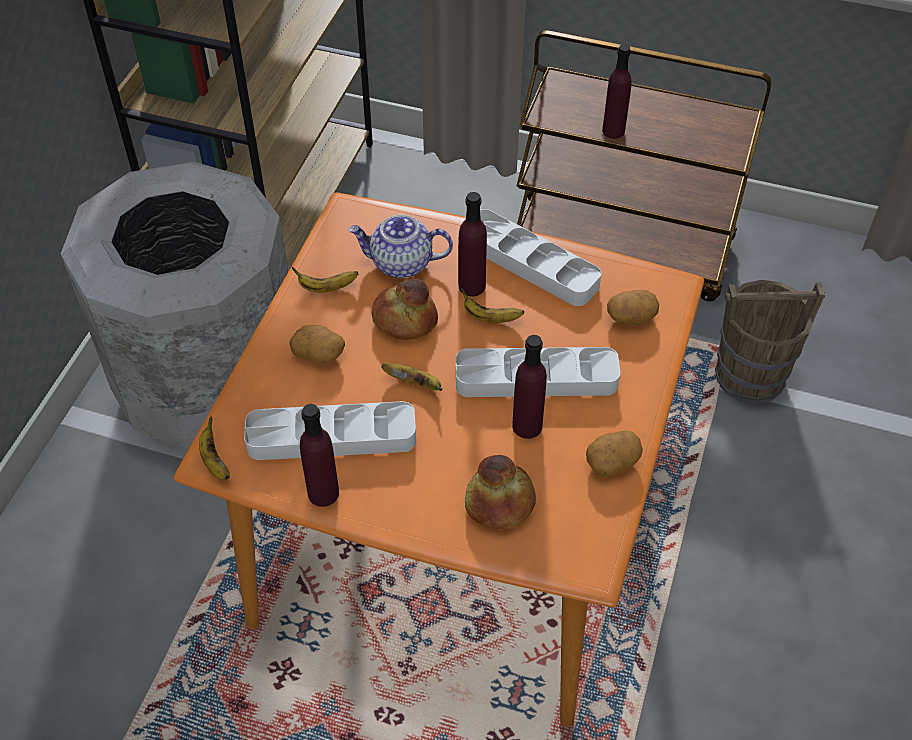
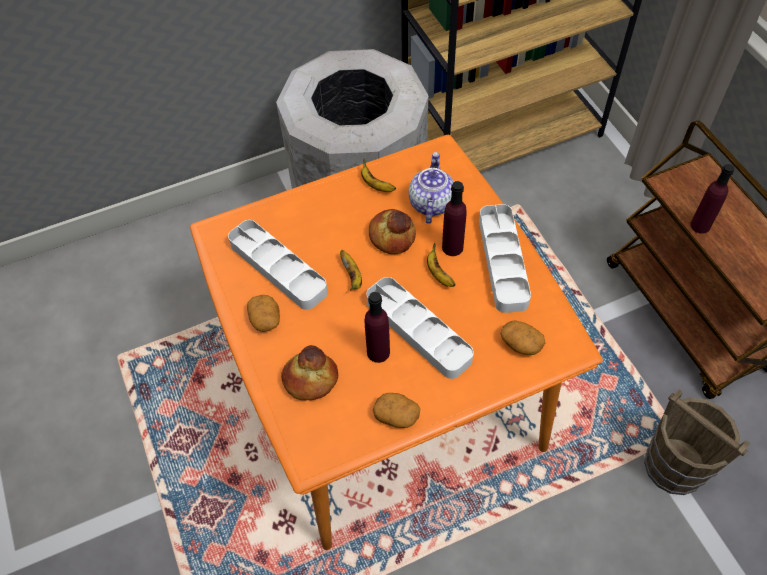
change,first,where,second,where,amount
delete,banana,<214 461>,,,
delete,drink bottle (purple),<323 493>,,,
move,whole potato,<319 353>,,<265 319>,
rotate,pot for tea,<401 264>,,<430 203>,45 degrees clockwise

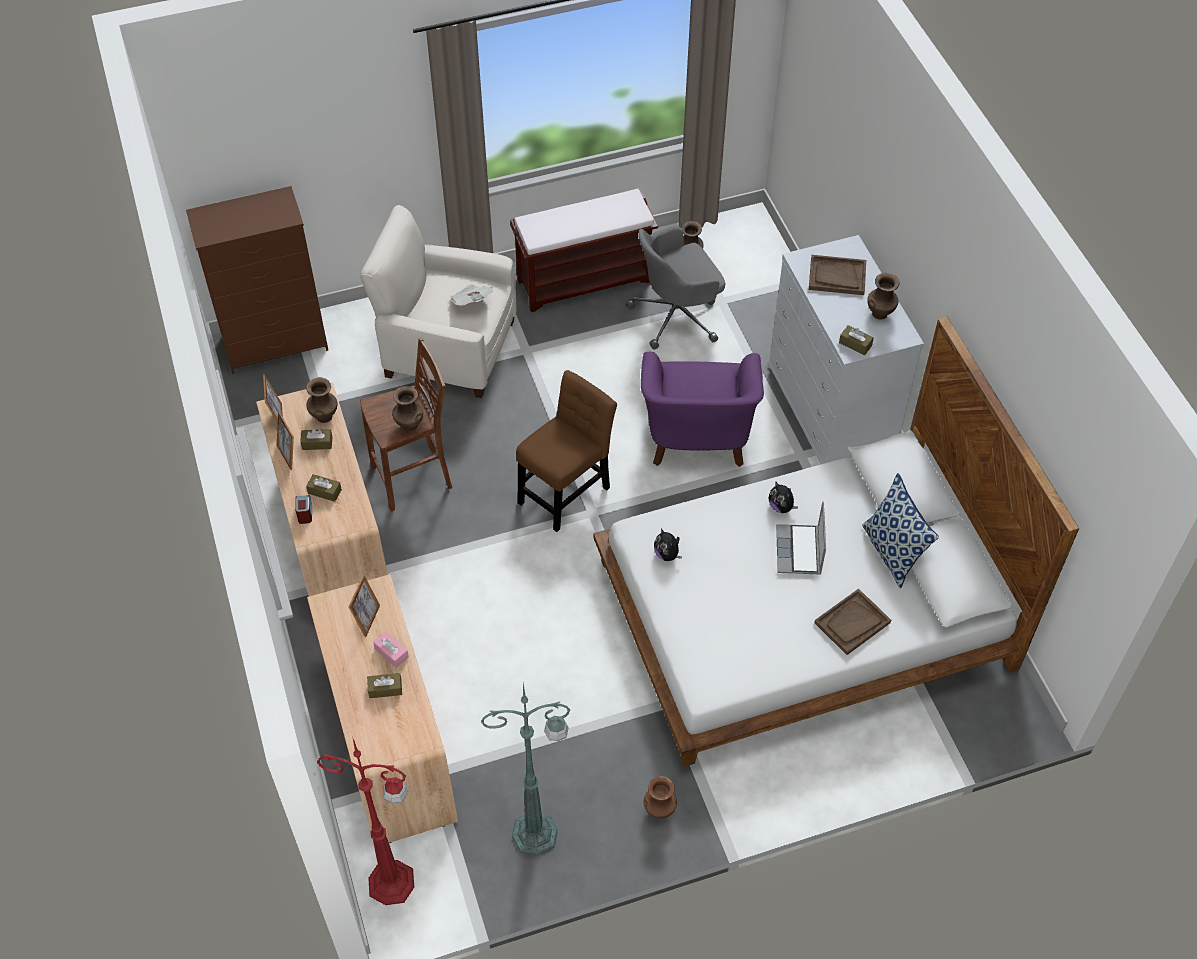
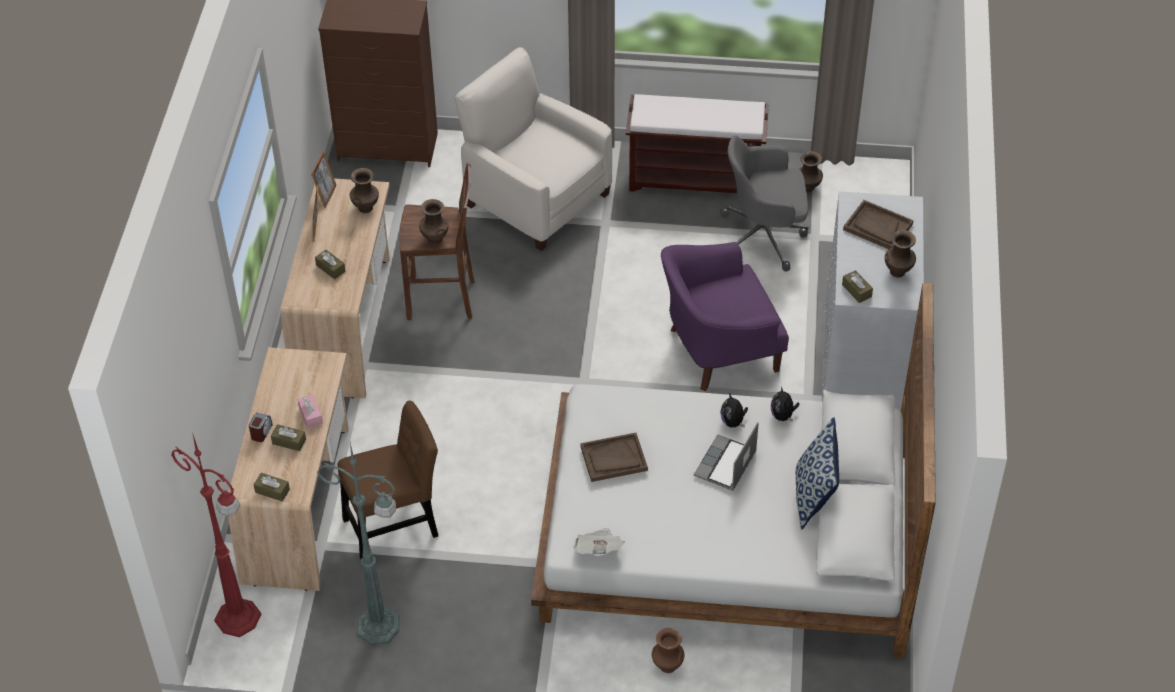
change,first,where,second,where,amount
delete,photo frame,<367 619>,,,
move,table clock,<305 513>,,<261 432>,
move,tissue box (brown),<317 443>,,<272 491>,
move,daily paper,<472 302>,,<599 550>,
move,upright chair (brown),<566 491>,,<395 524>,
move,flower vase (brown),<659 811>,,<667 666>,
move,plush toy,<667 554>,,<783 416>,
move,tray (brown),<852 623>,,<613 459>,
rotate,armchair (purple),<697 438>,,<718 350>,45 degrees clockwise

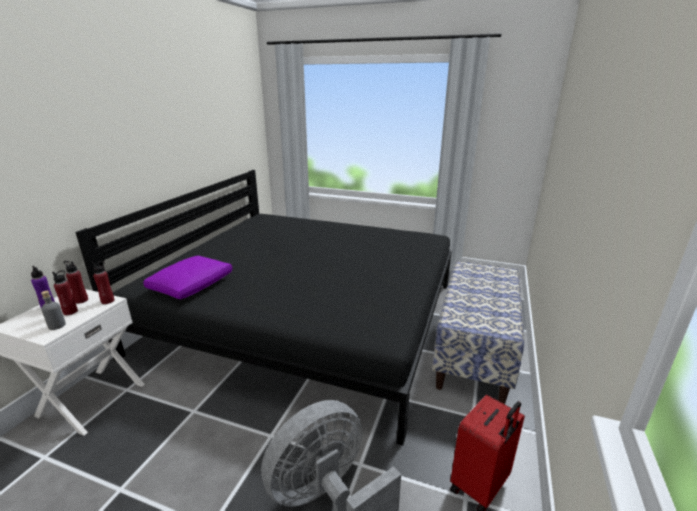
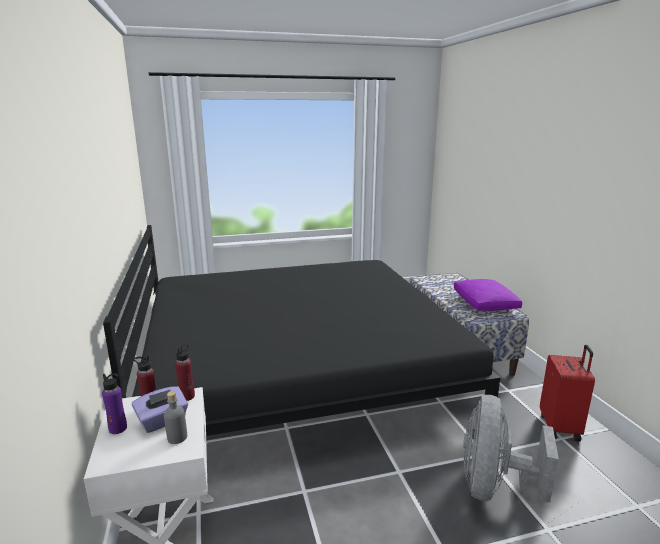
change,first,where,second,where,amount
move,pillow (purple),<192 285>,,<484 303>,
replace,drink bottle (red-coloured),<70 312>,tissue box (purple),<162 421>,

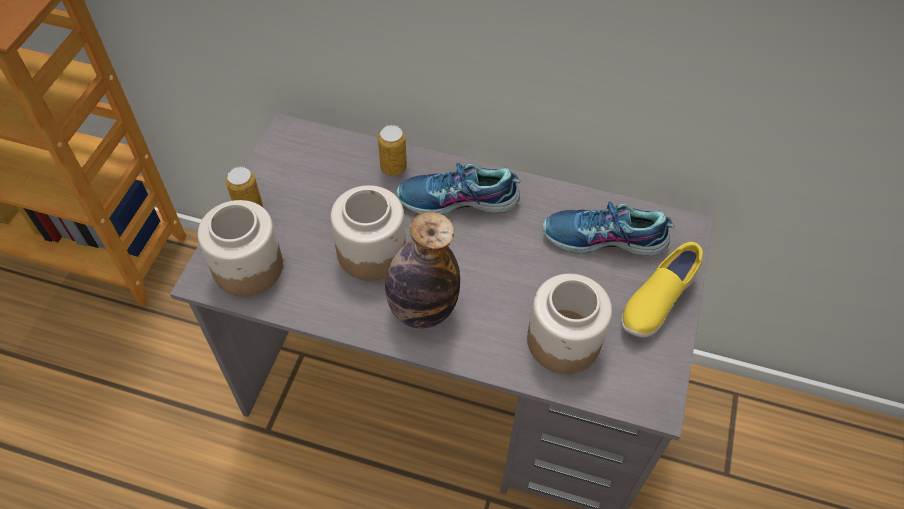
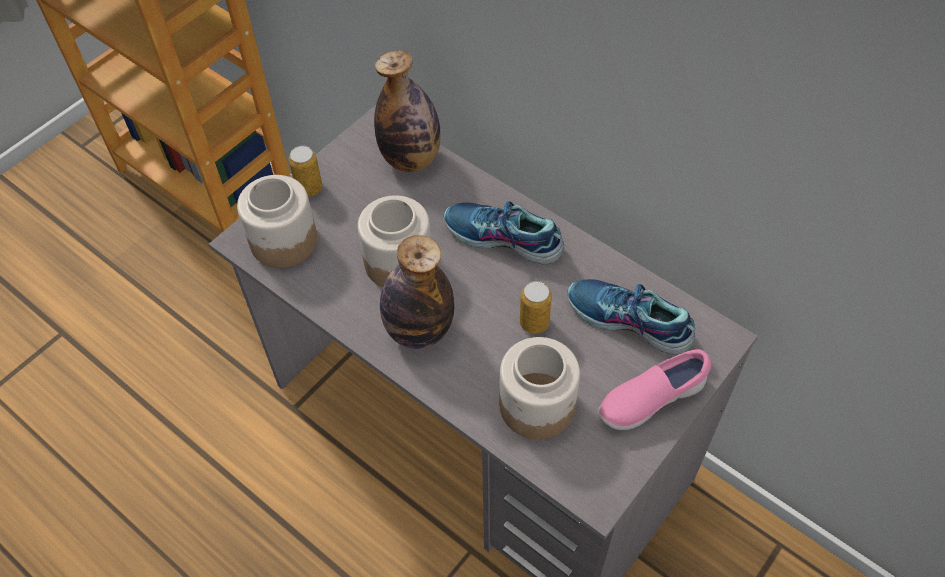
change,first,where,second,where,amount
insert,,,drink bottle,<411 159>,
move,sealed can,<393 167>,,<534 323>,
recolor,low shoe (yellowish),<656 301>,low shoe (pinkish),<650 399>,

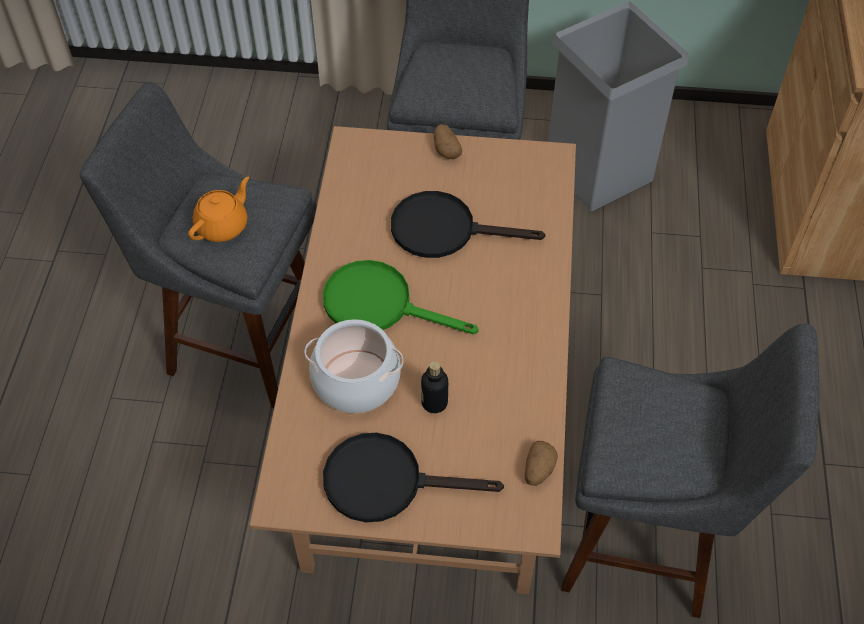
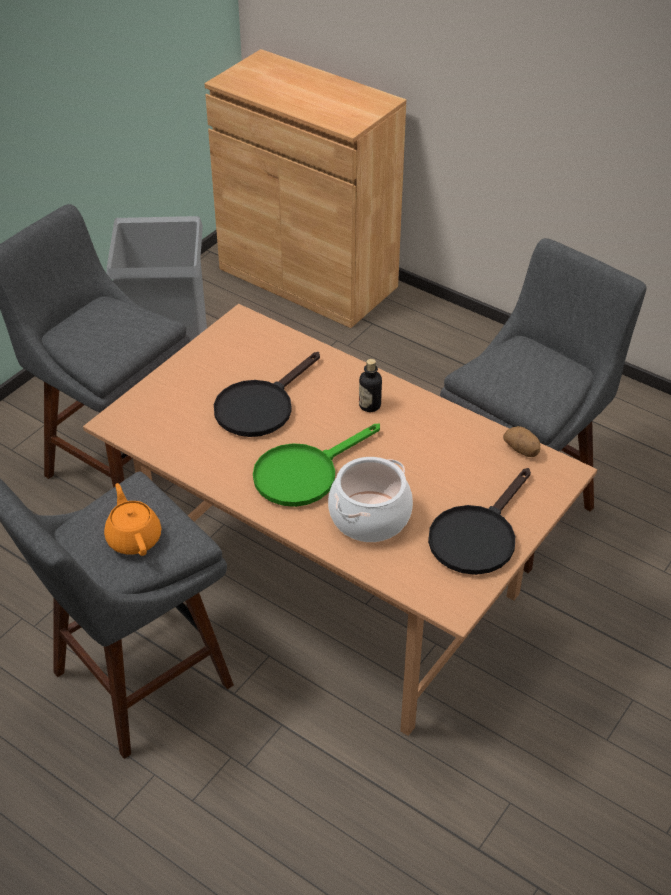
change,first,where,second,where,amount
delete,whole potato,<446 149>,,,
move,drink bottle,<434 403>,,<369 405>,

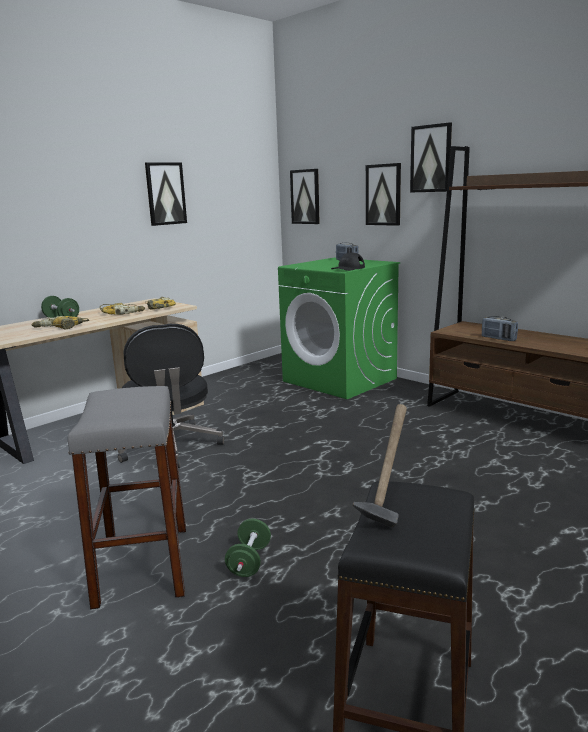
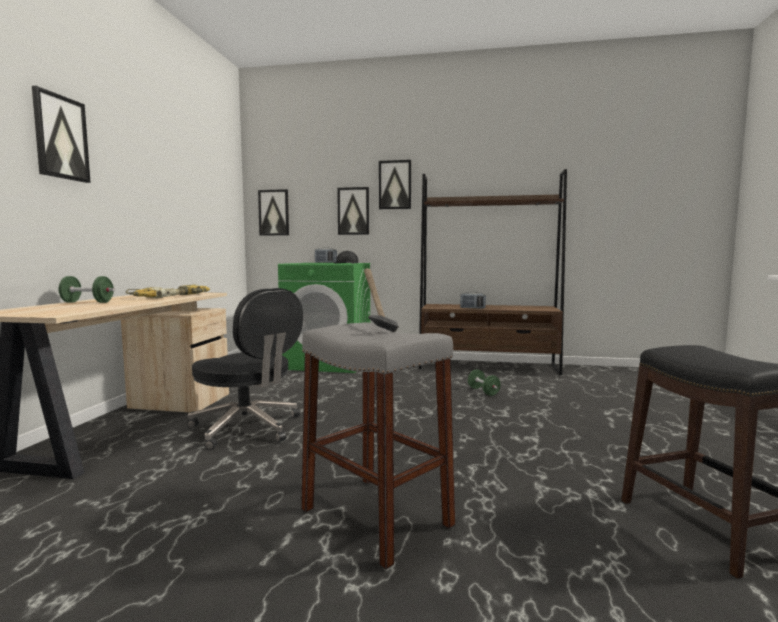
change,first,where,second,where,amount
delete,electric drill,<61 328>,,,
move,wall art,<165 193>,,<60 137>,
move,hand weight (green-coloured),<249 561>,,<483 391>,
move,tool hammer,<386 501>,,<375 327>,

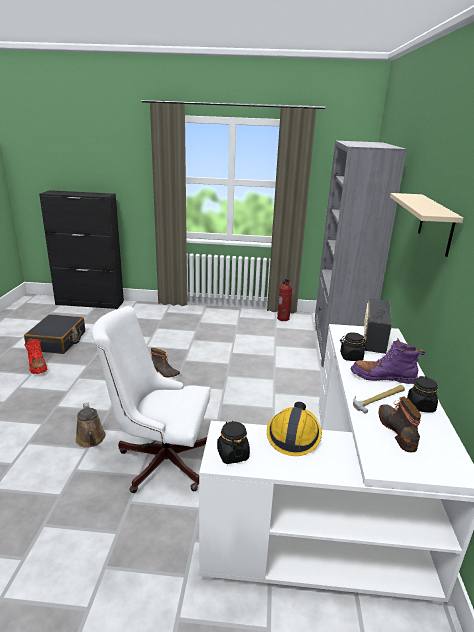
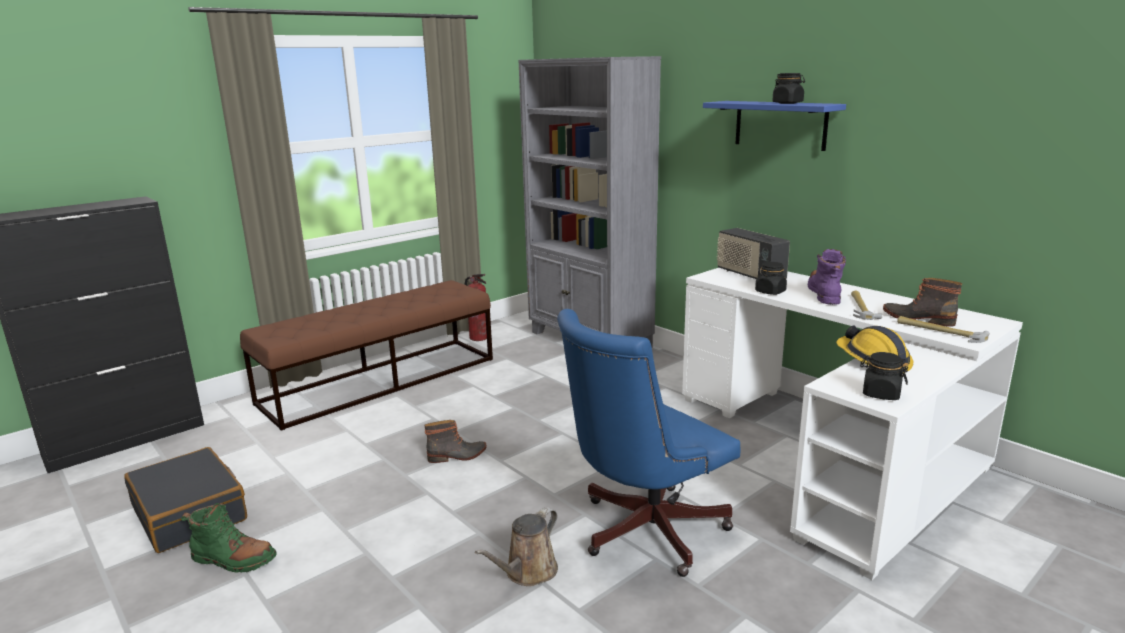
change,first,where,second,where,amount
insert,,,indoor bench (brown),<381 380>,
insert,,,tool hammer,<940 332>,
move,preserve jar (blackish),<420 406>,,<787 103>,
recolor,tall boot (red-coloured),<37 366>,tall boot (green-coloured),<233 559>,
recolor,office chair (whitish),<160 459>,office chair (blue),<643 532>,
recolor,shelf (beige-coloured),<436 224>,shelf (blue),<780 125>,
rotate,watering pot (brown),<91 440>,,<528 572>,105 degrees clockwise
rotate,tall boot (purple),<383 377>,,<824 294>,135 degrees clockwise

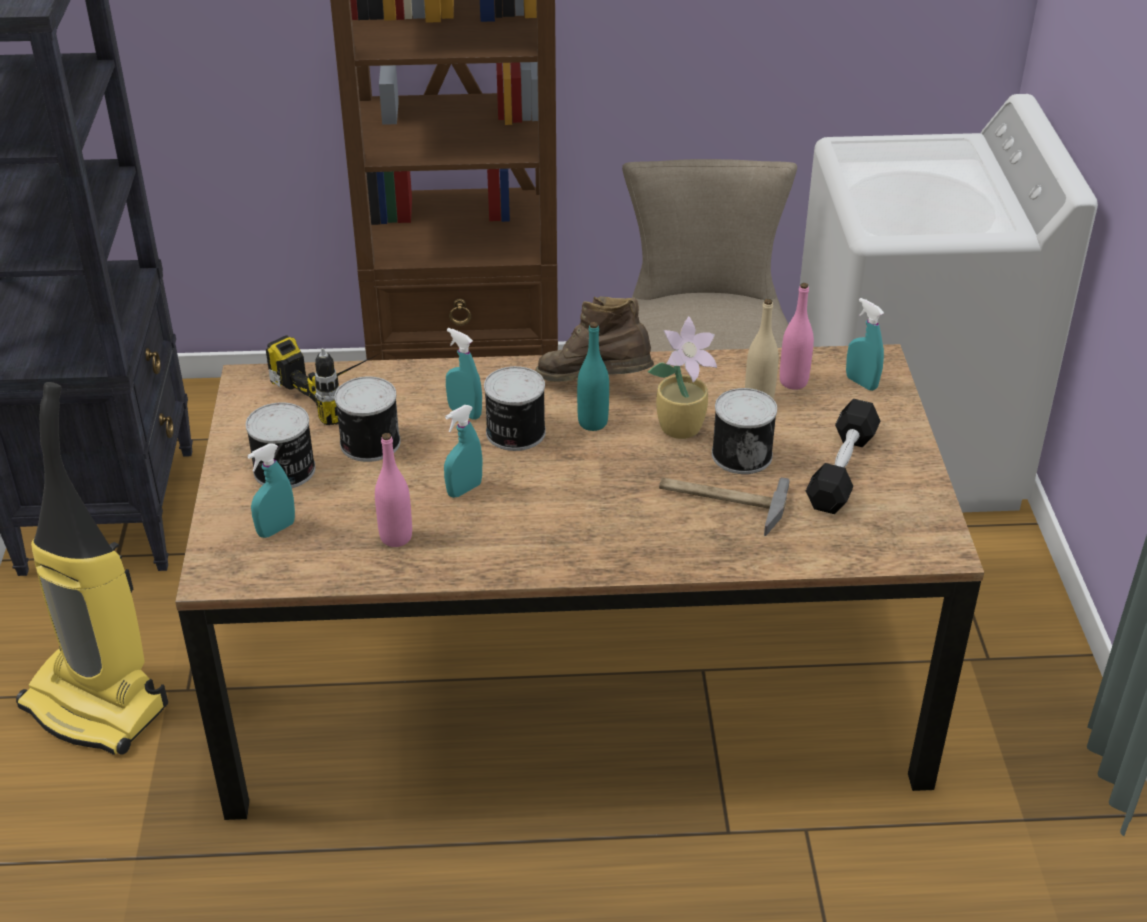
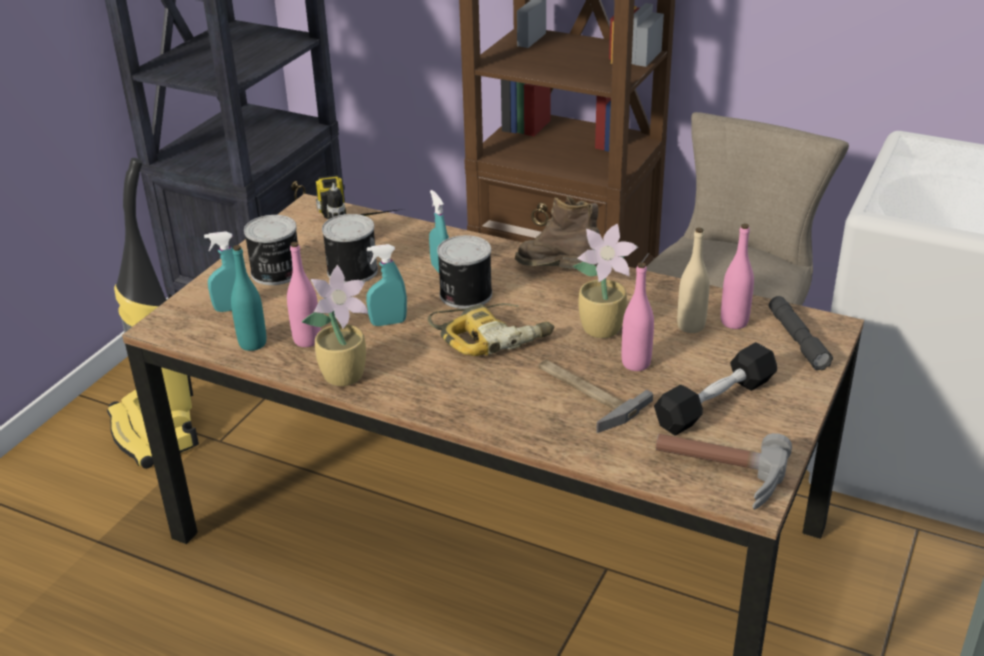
change,first,where,second,where,amount
insert,,,potted plant,<346 375>,
insert,,,electric drill,<492 336>,
insert,,,tool hammer,<717 475>,
move,drink bottle (turquoise),<592 422>,,<252 343>,
replace,sealed can,<741 453>,drink bottle (pinkish),<636 363>,
replace,hand sprayer (turquoise),<861 383>,torch (greyish),<797 340>,

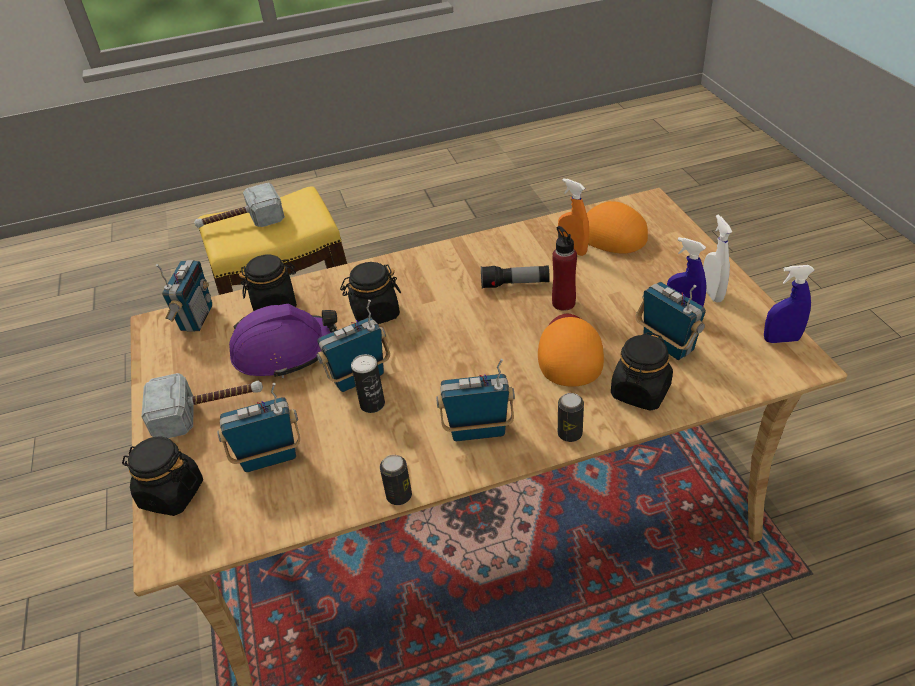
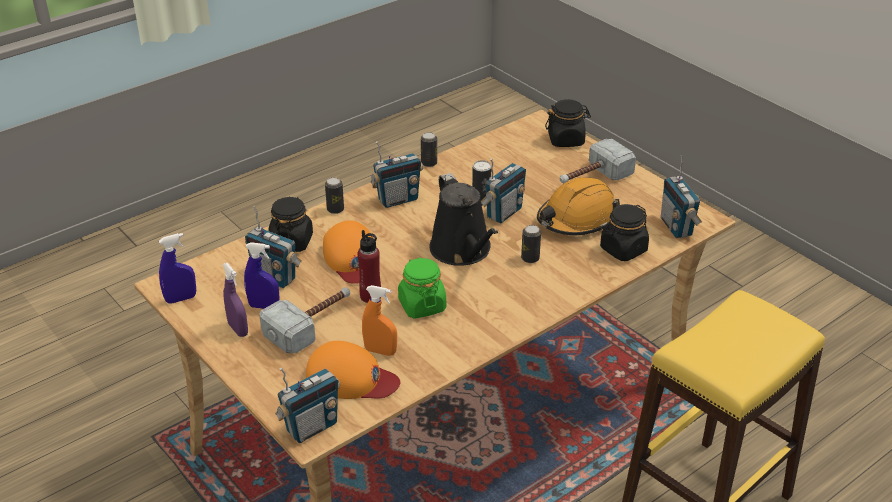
change,first,where,second,where,amount
insert,,,watering pot (blackish),<463 251>,
move,tool hammer,<241 223>,,<312 324>,
move,radio set,<270 458>,,<311 427>,
replace,preserve jar (blackish),<375 313>,sealed can,<530 258>,
replace,torch,<515 284>,preserve jar (green-coloured),<422 305>,
recolor,safety helmet (purple),<285 351>,safety helmet (orange),<576 219>,
recolor,hand sprayer (whitish),<711 293>,hand sprayer (purple),<238 329>,

